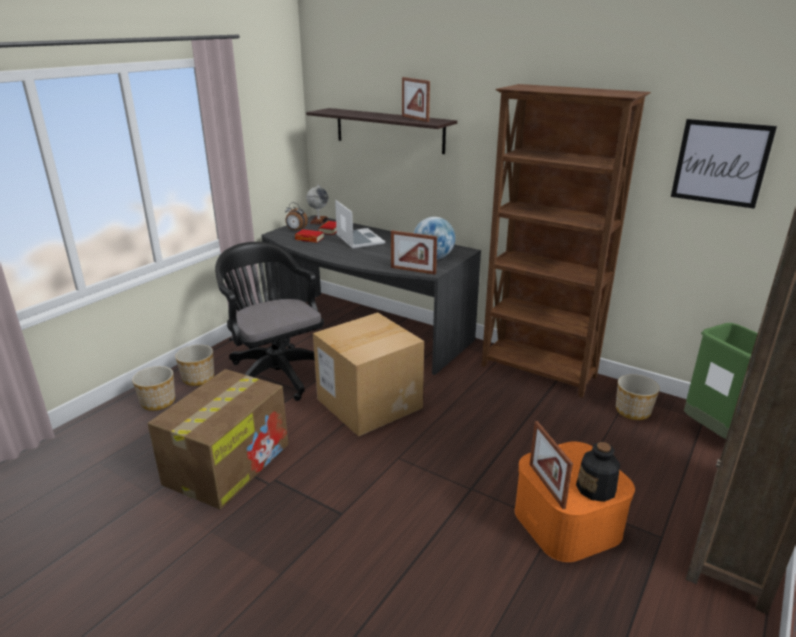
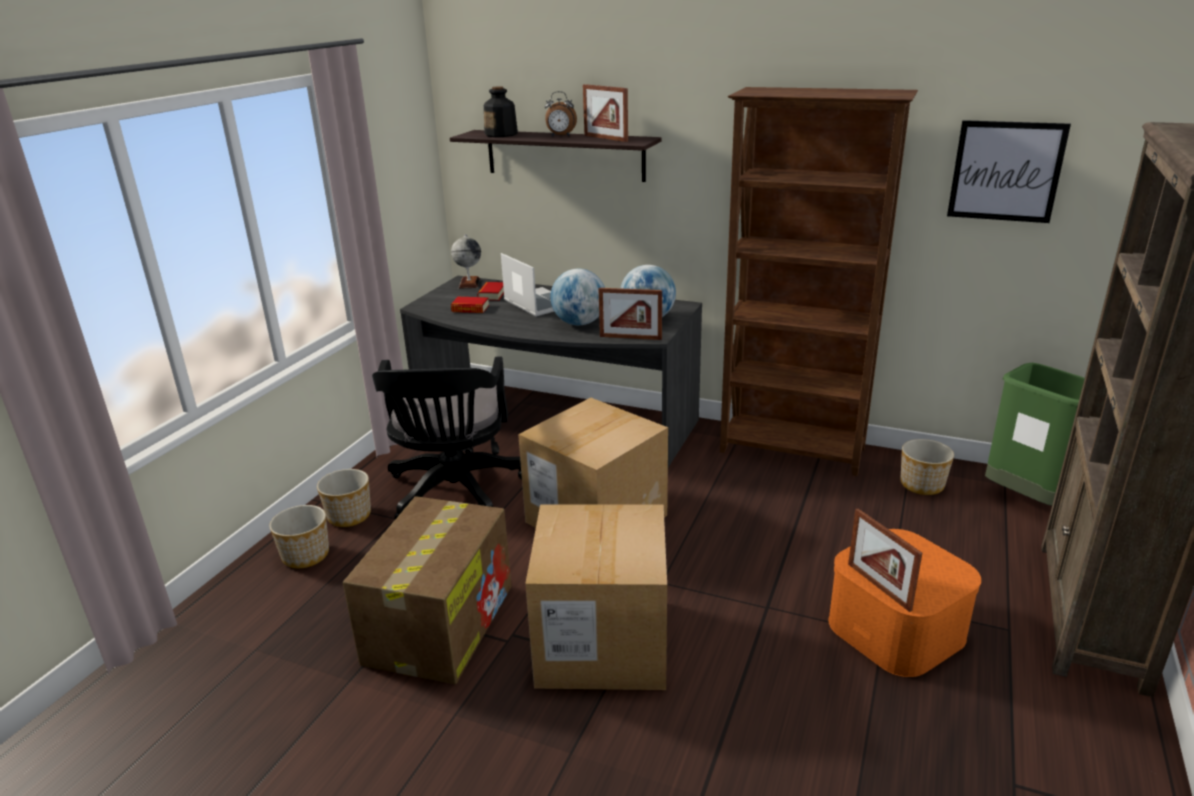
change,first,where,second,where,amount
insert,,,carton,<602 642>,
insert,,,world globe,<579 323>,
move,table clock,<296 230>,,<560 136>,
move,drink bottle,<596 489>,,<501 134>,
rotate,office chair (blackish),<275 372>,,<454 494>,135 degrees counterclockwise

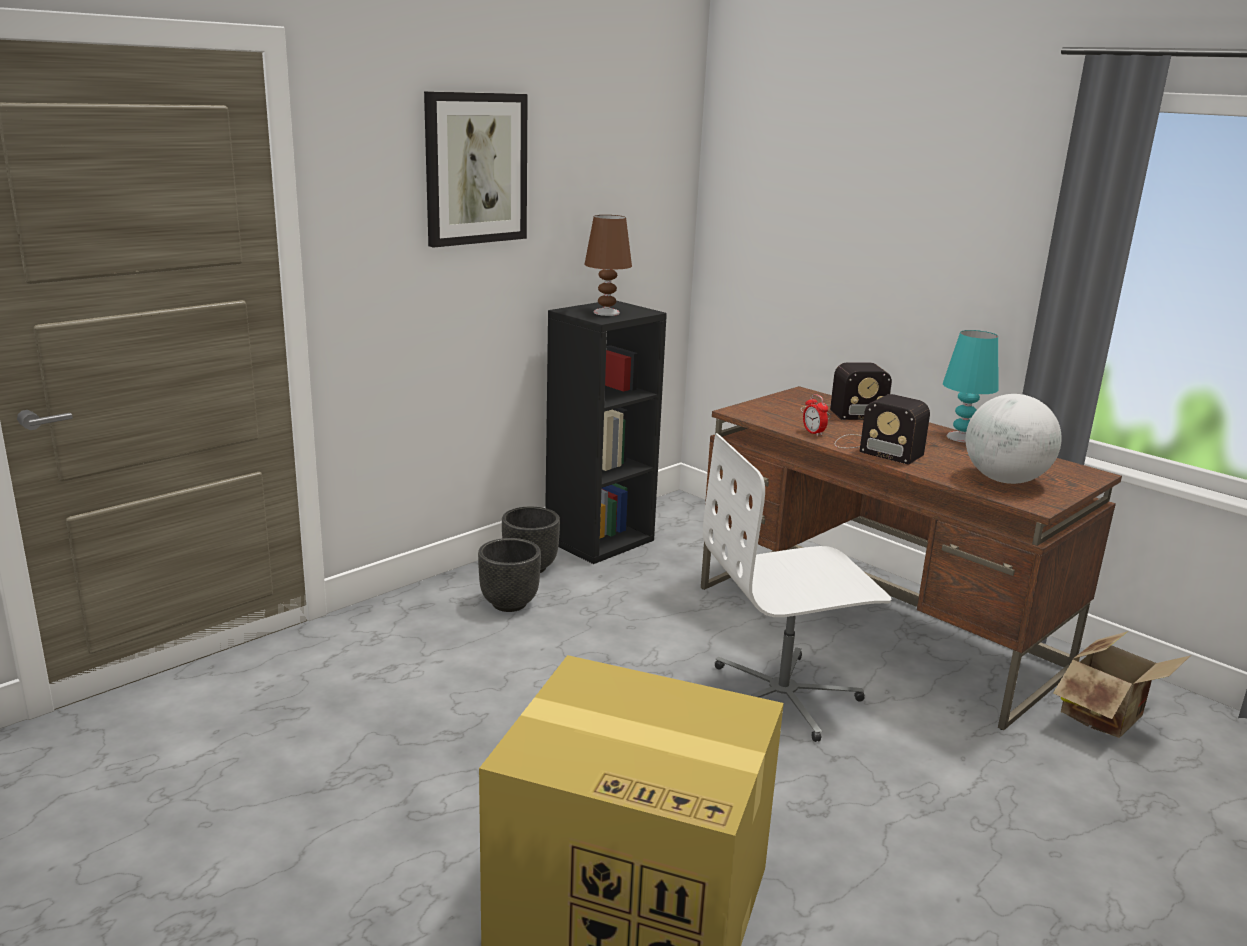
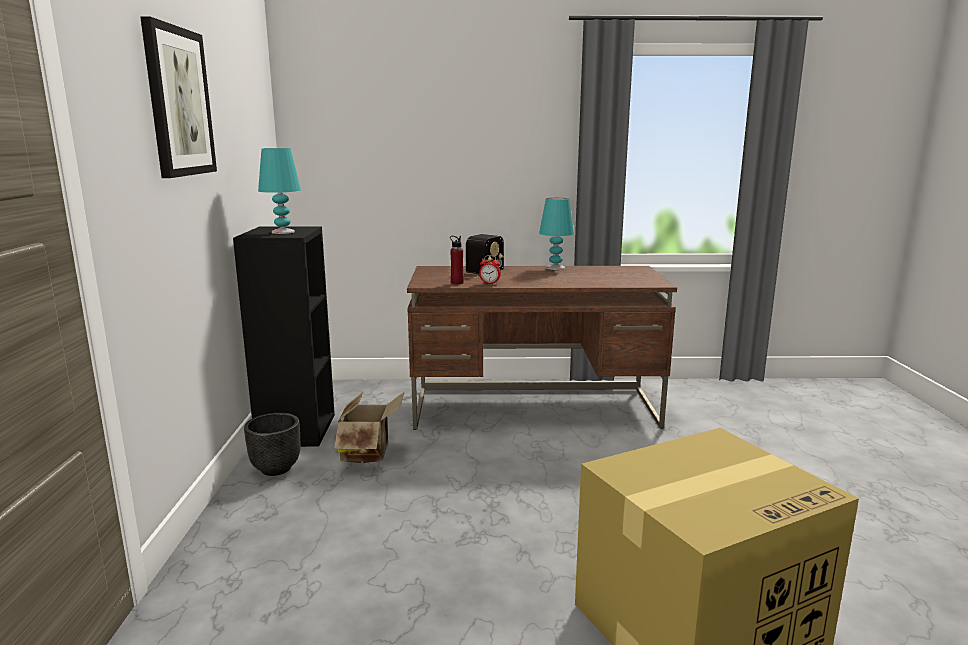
change,first,where,second,where,amount
delete,plant pot (blackish),<508 604>,,,
delete,office chair (whitish),<783 696>,,,
delete,radio set,<874 448>,,,
delete,world globe,<1005 480>,,,
insert,,,drink bottle (red-coloured),<457 283>,
move,carton,<1108 718>,,<370 453>,
recolor,table lamp (brown),<606 312>,table lamp (turquoise),<283 232>,

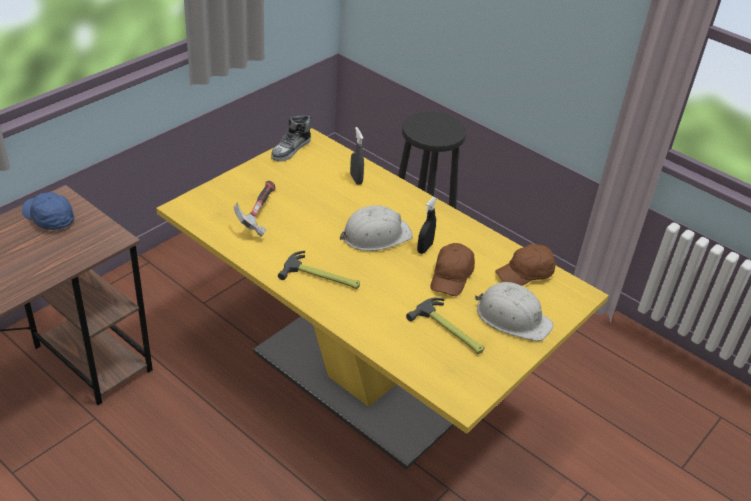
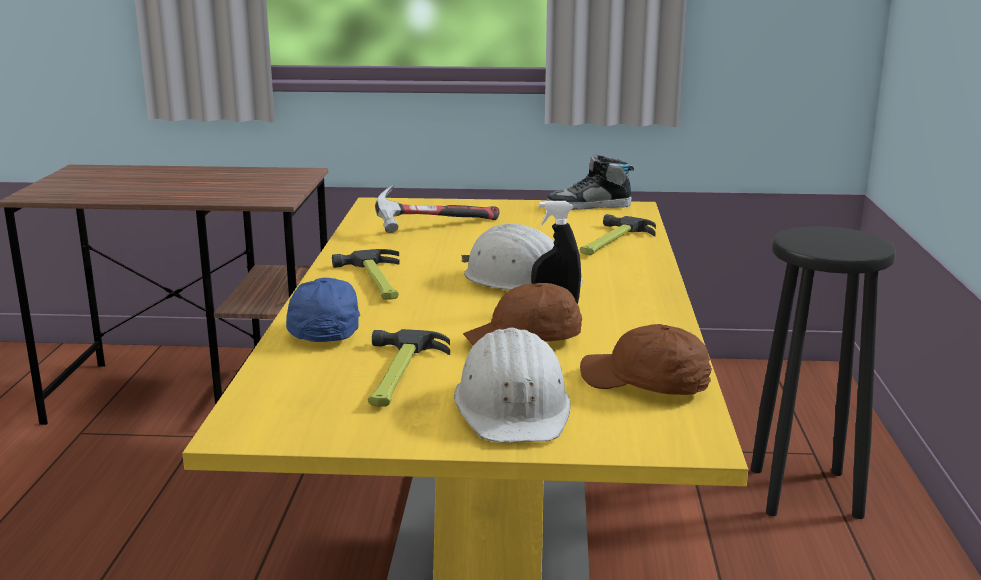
change,first,where,second,where,amount
move,cap (blue),<48 218>,,<326 329>,
replace,hand sprayer (greyish),<356 179>,tool hammer,<610 242>,

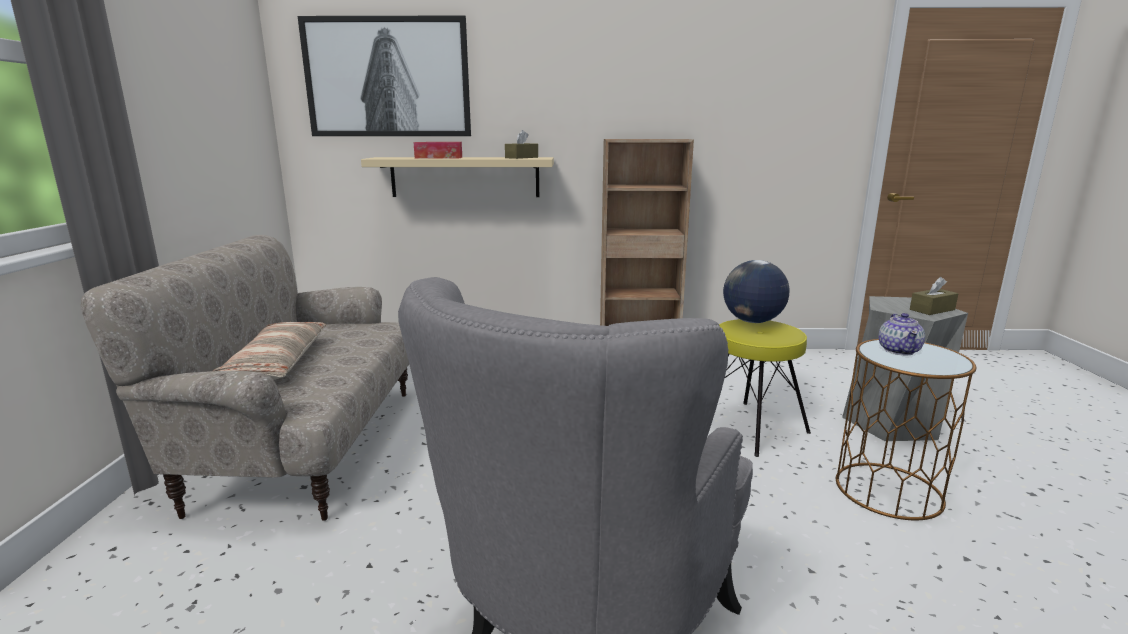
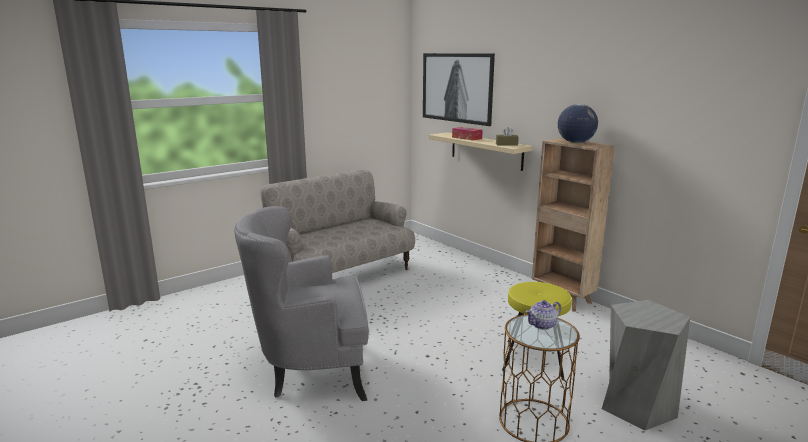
change,first,where,second,where,amount
delete,pillow,<276 364>,,,
delete,tissue box (brown),<932 309>,,,
move,world globe,<752 321>,,<575 142>,

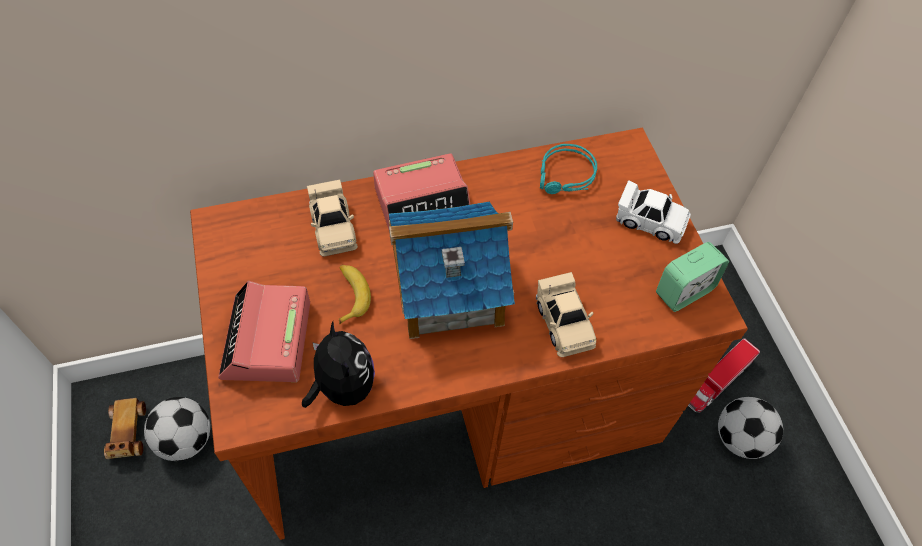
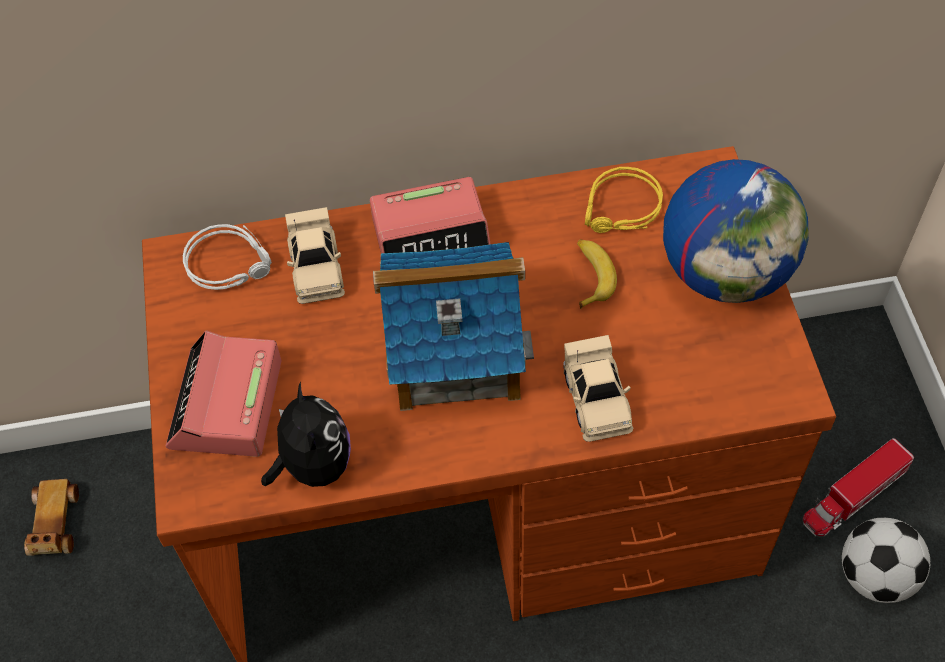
change,first,where,second,where,amount
delete,football ball,<185 440>,,,
delete,table clock,<684 291>,,,
insert,,,pair of headphones (greyish),<231 262>,
move,banana,<350 295>,,<590 276>,
replace,model car (whitish),<650 221>,world globe,<726 272>,
recolor,pair of headphones (turquoise),<565 176>,pair of headphones (yellowish),<621 210>,

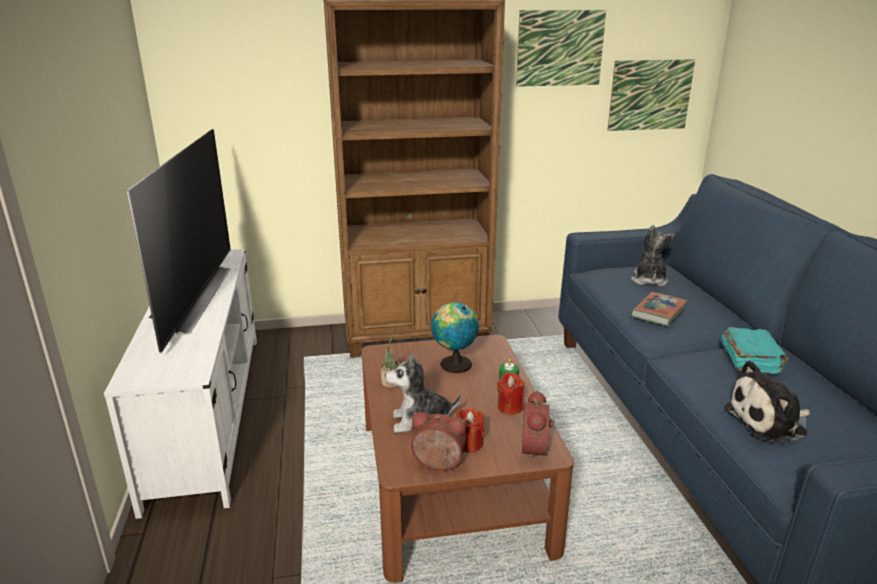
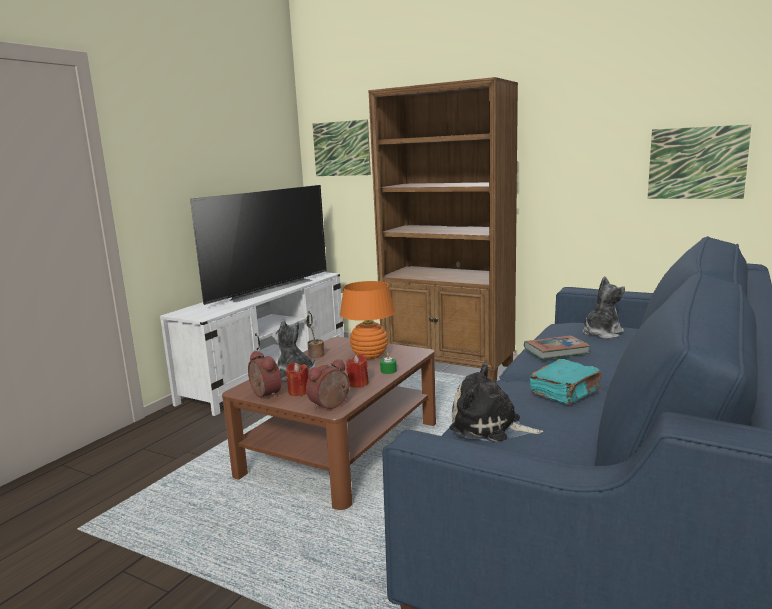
change,first,where,second,where,amount
move,wall art,<560 48>,,<341 148>,
replace,world globe,<453 364>,table lamp (orange),<369 356>,

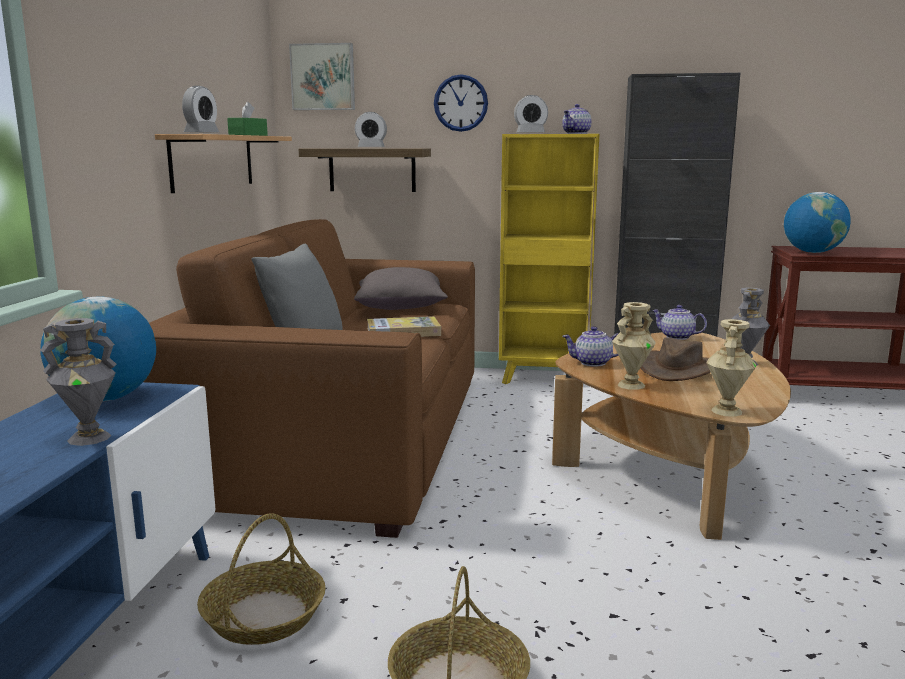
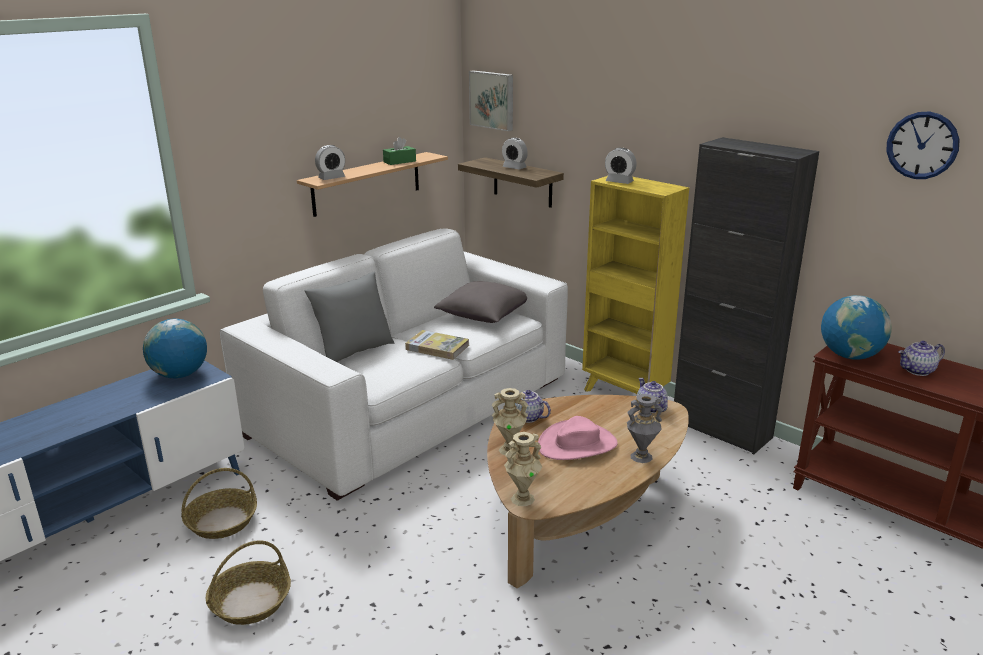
change,first,where,second,where,amount
delete,flower vase (greyish),<89 437>,,,
move,hanging clock,<461 103>,,<922 145>,
move,pot for tea,<576 133>,,<917 371>,
recolor,couch (brown),<344 435>,couch (whitish),<411 406>,
recolor,hat (brown),<678 368>,hat (pinkish),<577 444>,

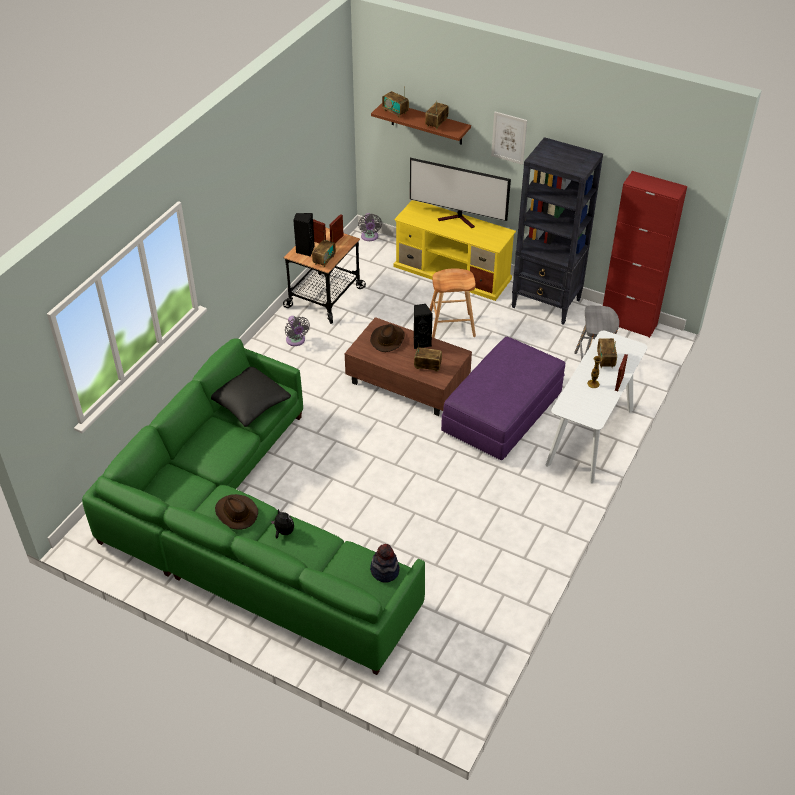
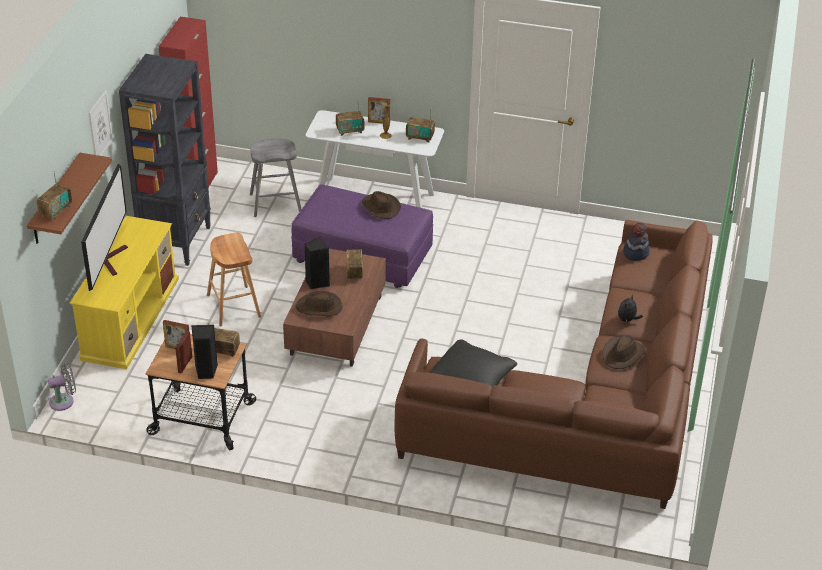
change,first,where,second,where,amount
delete,electric fan (greyish),<296 341>,,,
insert,,,hat (brown),<380 207>,
move,radio set,<436 123>,,<420 137>,
recolor,couch (green-coloured),<247 530>,couch (brown),<591 399>,

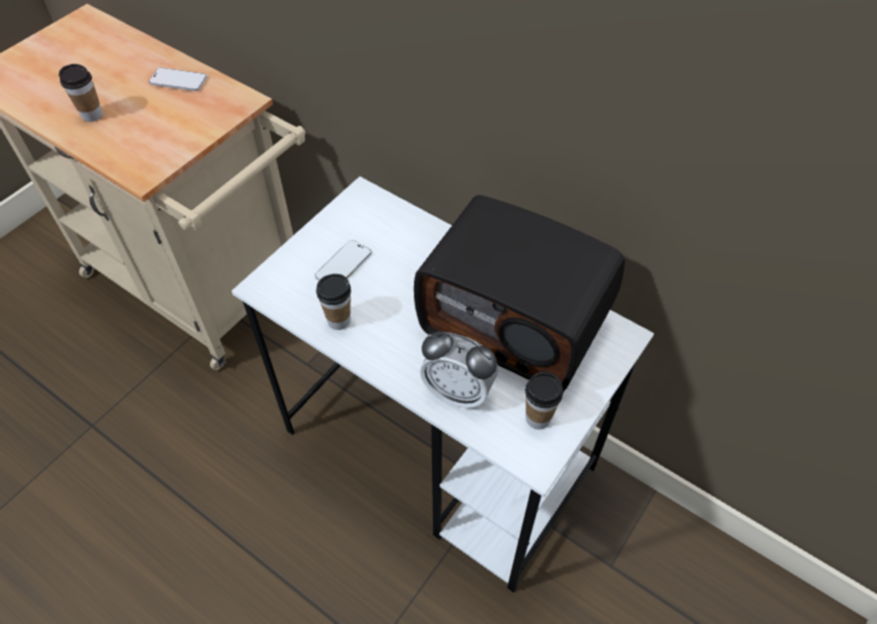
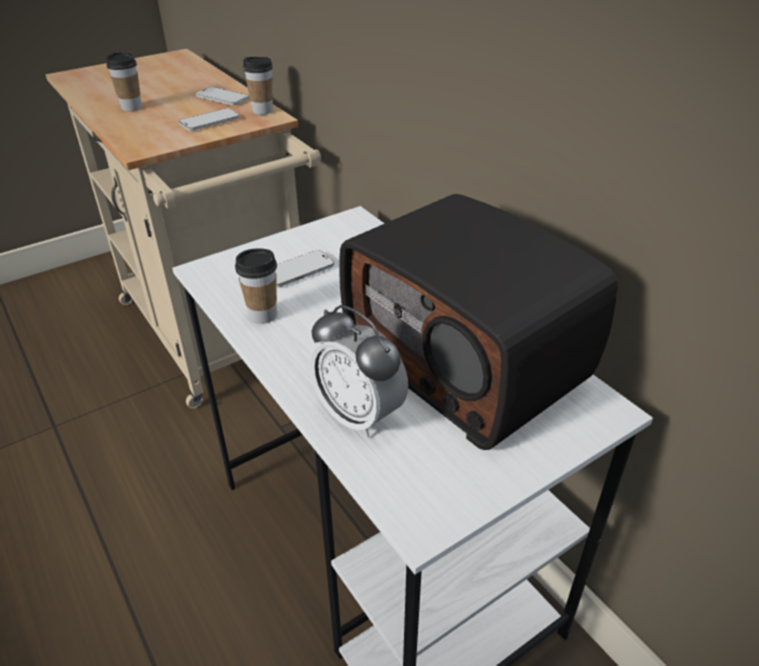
change,first,where,second,where,amount
insert,,,phone,<210 121>,
move,small cup,<538 418>,,<262 111>,

